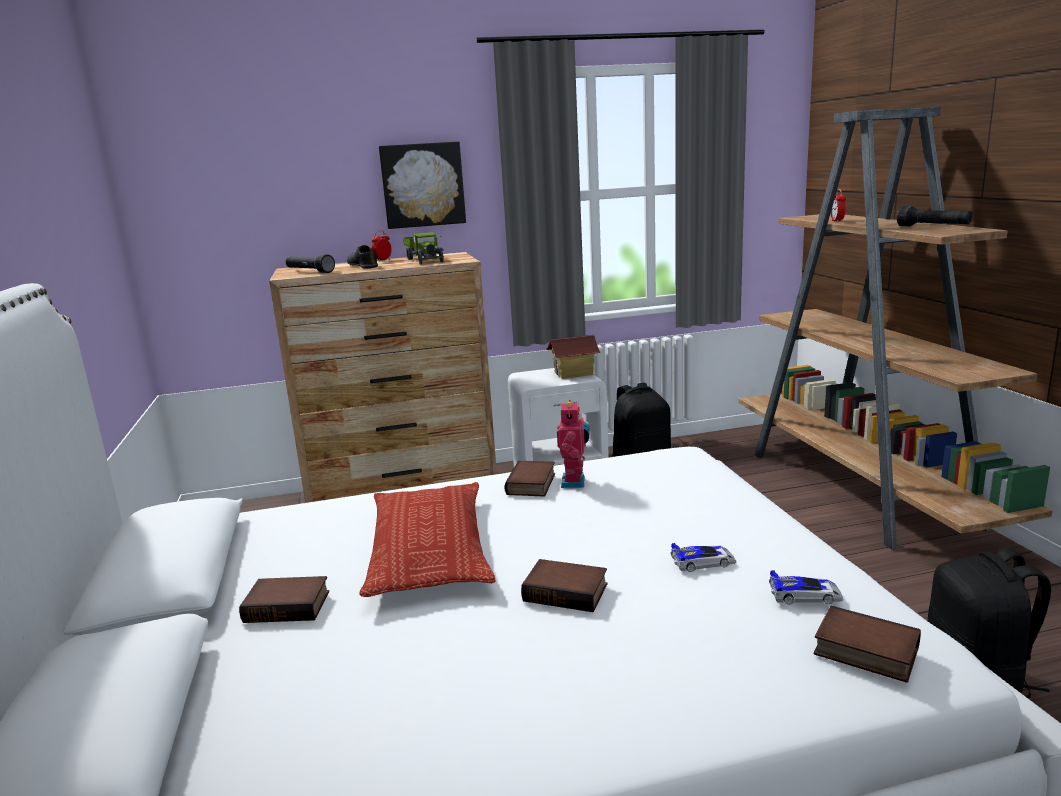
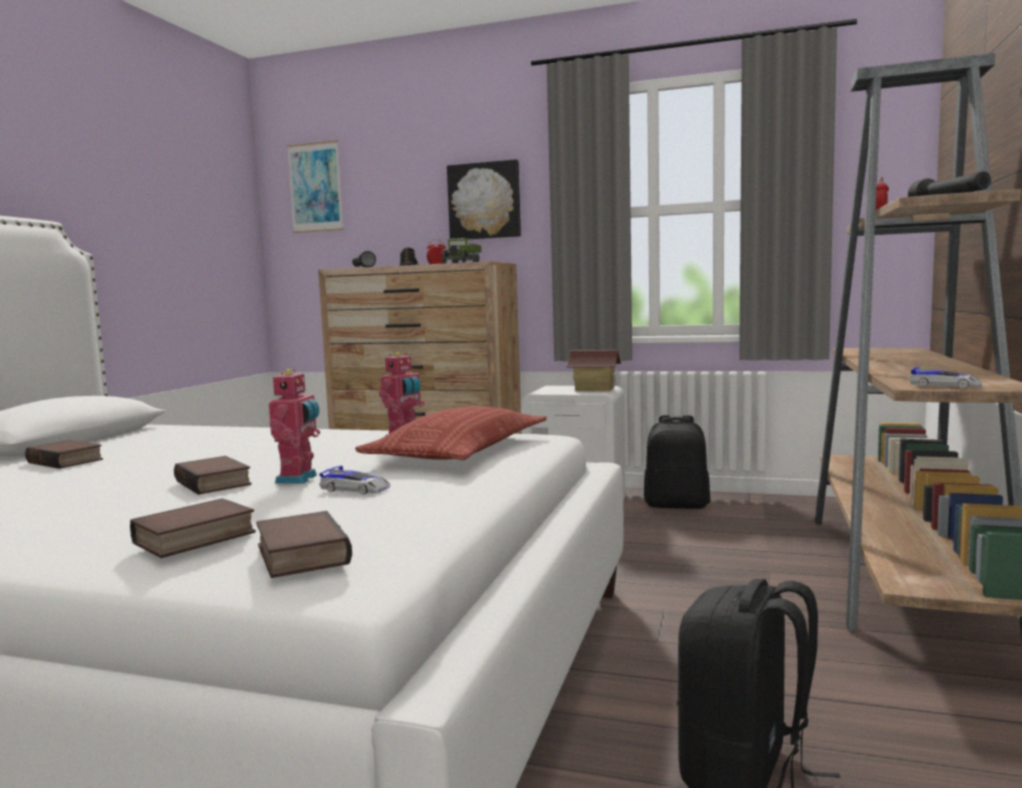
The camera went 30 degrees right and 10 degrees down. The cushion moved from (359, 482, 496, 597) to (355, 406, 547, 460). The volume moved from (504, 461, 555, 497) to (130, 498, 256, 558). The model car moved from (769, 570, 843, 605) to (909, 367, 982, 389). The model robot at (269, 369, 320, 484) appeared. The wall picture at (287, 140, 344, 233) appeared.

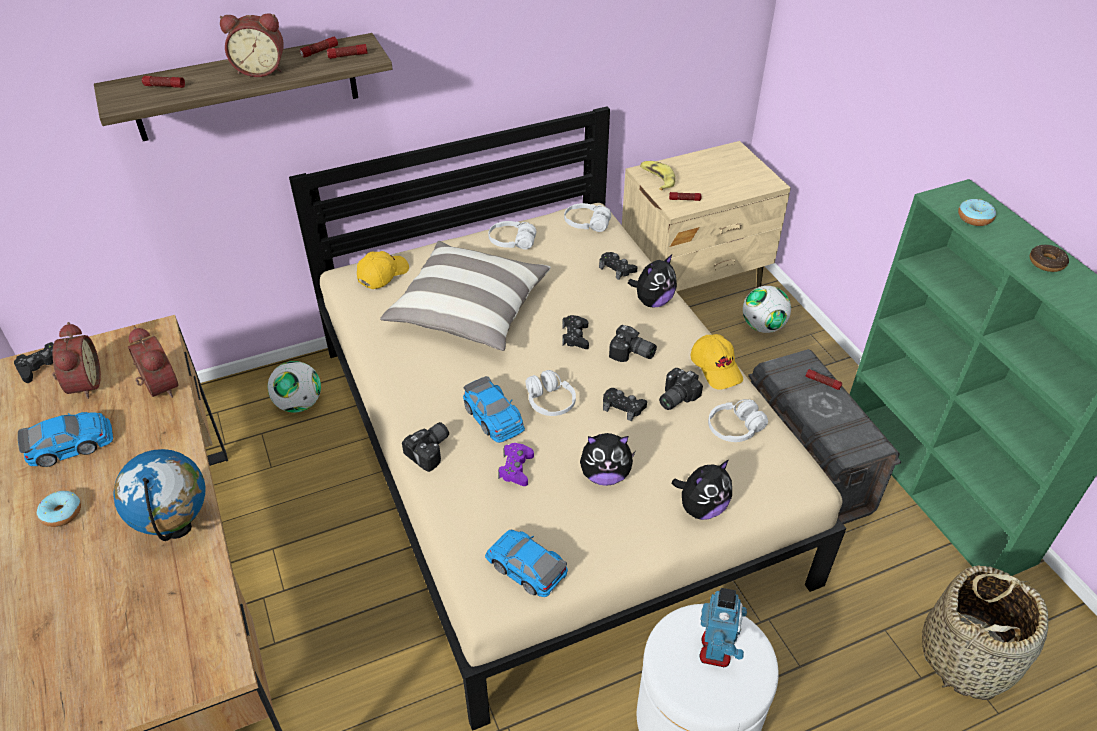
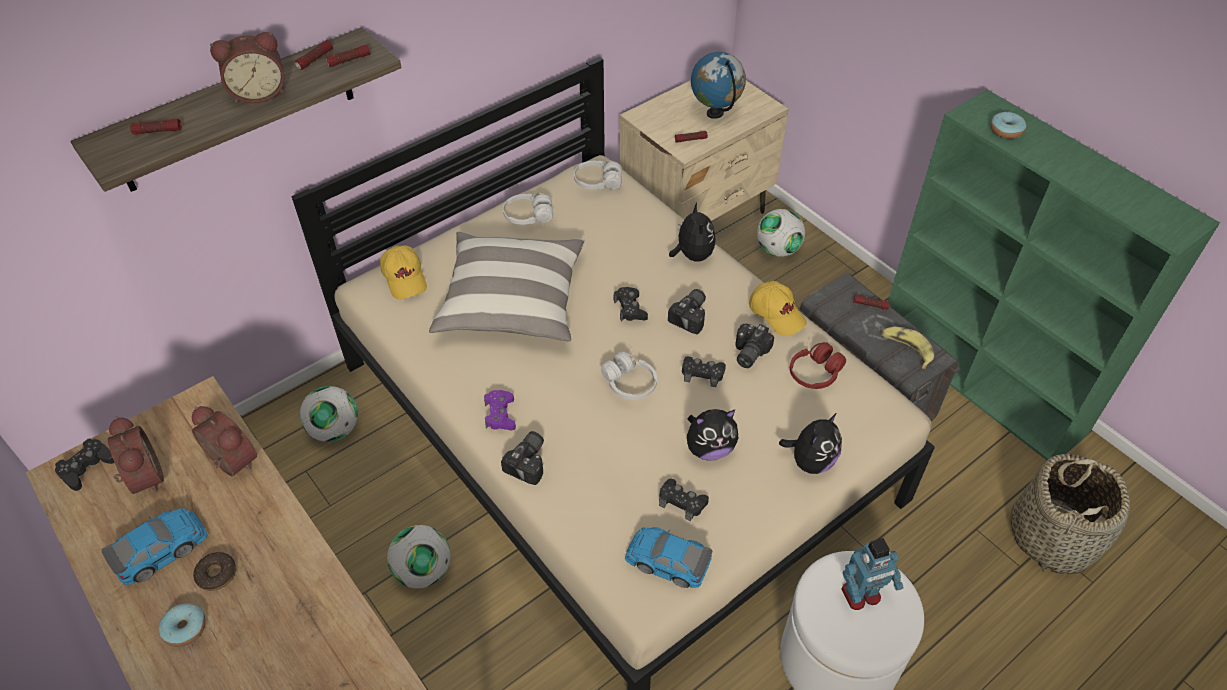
The camera went 15 degrees left and 5 degrees up. The desk globe moved from (113, 449, 205, 541) to (691, 52, 746, 119). The yellowish cap at (357, 251, 409, 289) turned 135 degrees clockwise. The model car at (463, 376, 525, 443) disappeared. The purplish game controller moved from (498, 443, 534, 486) to (484, 390, 516, 430). The black-coloured game controller moved from (599, 252, 637, 280) to (659, 479, 709, 522). The photo camera at (609, 325, 657, 362) turned 75 degrees counterclockwise. The soft toy at (628, 255, 677, 308) turned 45 degrees counterclockwise. The banana moved from (640, 161, 675, 190) to (881, 327, 934, 369). The model robot at (699, 588, 747, 667) turned 75 degrees clockwise. The white headset at (708, 399, 768, 442) became the red headset at (790, 342, 846, 389). The ring doughnut moved from (1030, 245, 1069, 272) to (193, 552, 236, 591). The ball for football at (387, 525, 451, 589) appeared.

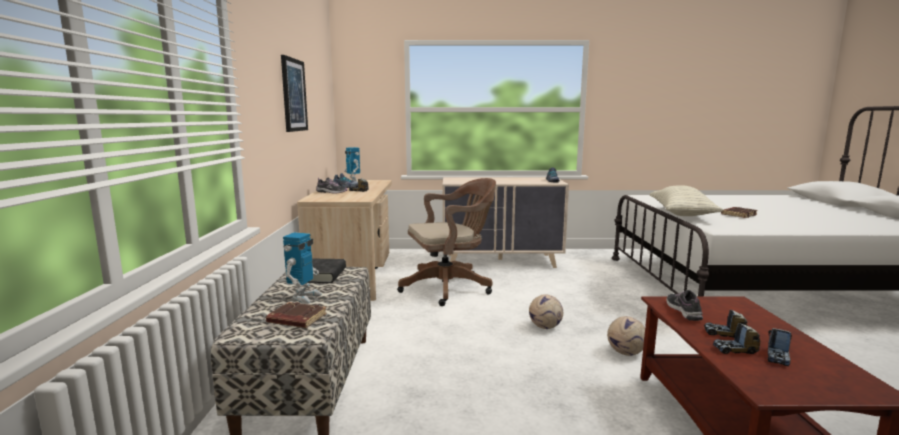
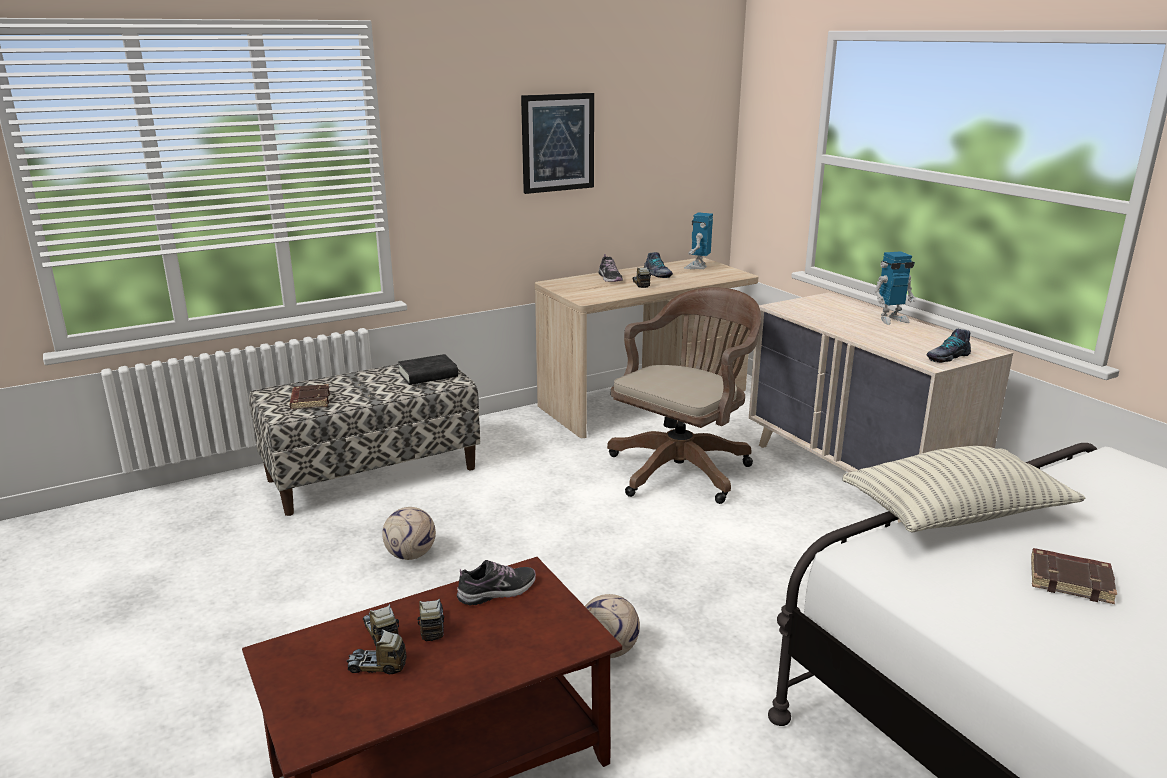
The camera went 60 degrees right and 10 degrees up. The model robot moved from (283, 232, 322, 303) to (874, 251, 916, 325). The brown-coloured desk chair at (397, 178, 496, 306) turned 90 degrees counterclockwise. The ball for football moved from (529, 294, 563, 329) to (382, 507, 436, 560).

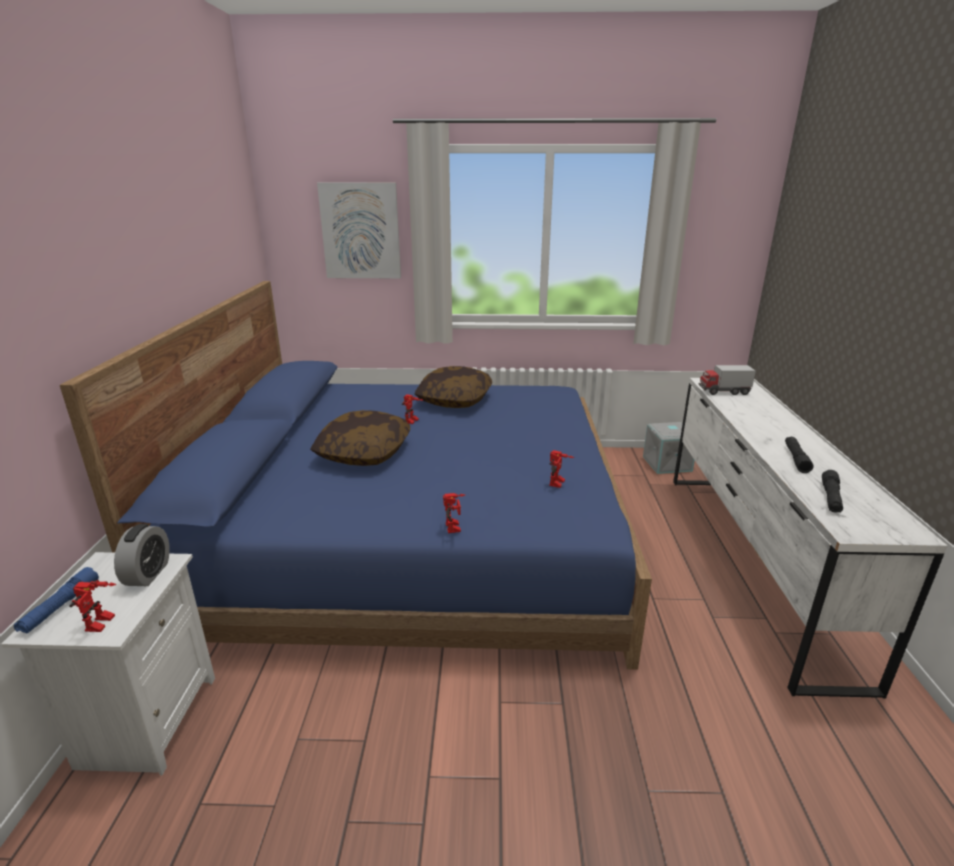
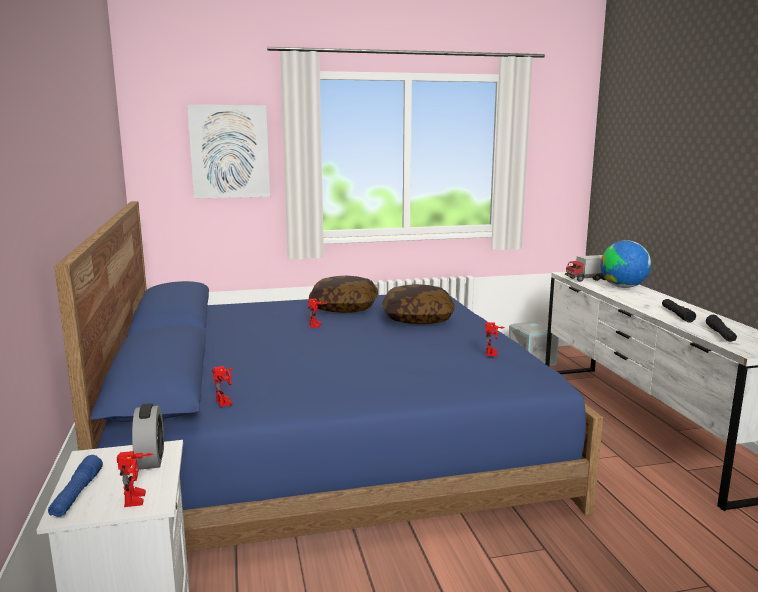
The camera went 15 degrees left and 10 degrees down. The cushion moved from (310, 410, 410, 466) to (382, 284, 455, 324). The model robot moved from (443, 493, 465, 533) to (212, 366, 234, 407). The desk globe at (600, 240, 651, 288) appeared.

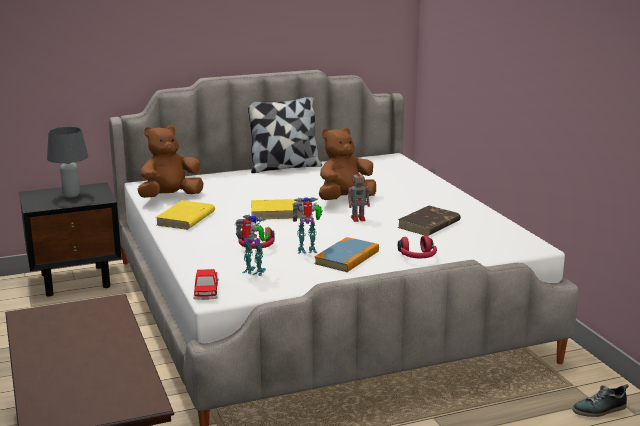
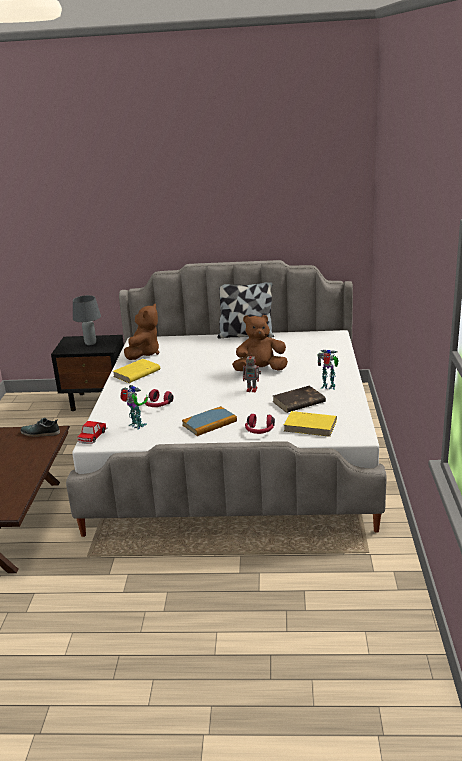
The camera went 25 degrees right and 5 degrees up. The brown-coloured soft toy at (138, 126, 204, 198) turned 120 degrees clockwise. The yellowish volume moved from (251, 199, 303, 219) to (284, 411, 337, 437). The model robot moved from (292, 197, 323, 254) to (317, 350, 339, 390). The item of footwear moved from (572, 384, 629, 417) to (21, 418, 60, 437).

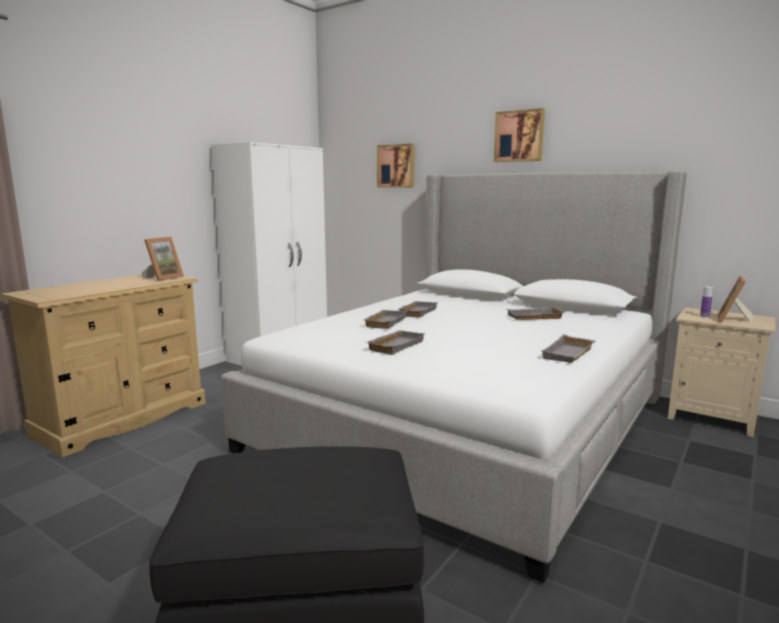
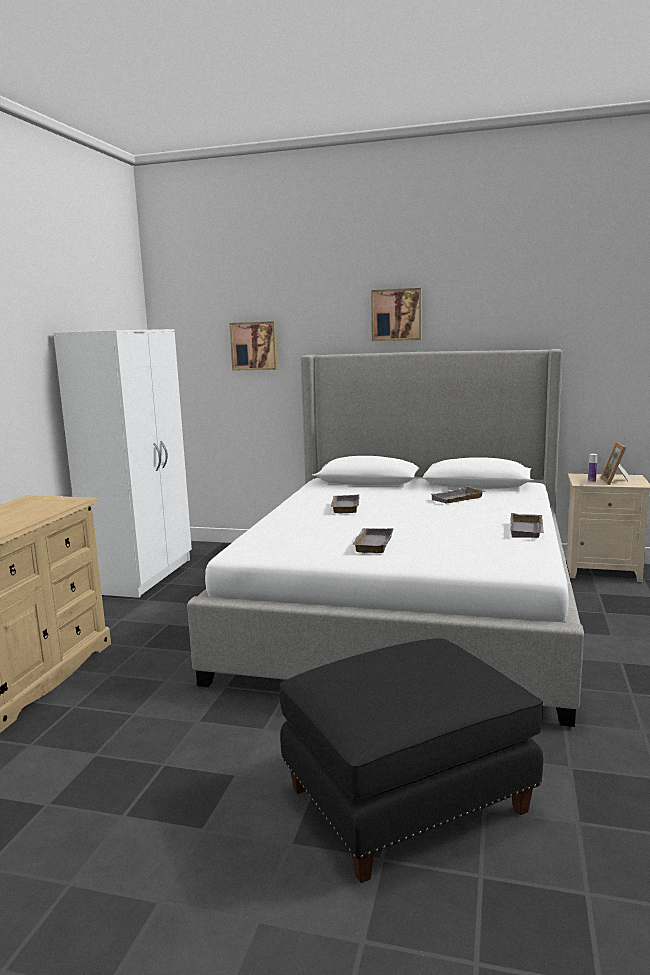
The camera went 20 degrees left and 0 degrees up. The photo frame at (142, 237, 184, 281) disappeared. The grey serving tray at (364, 310, 407, 329) disappeared.

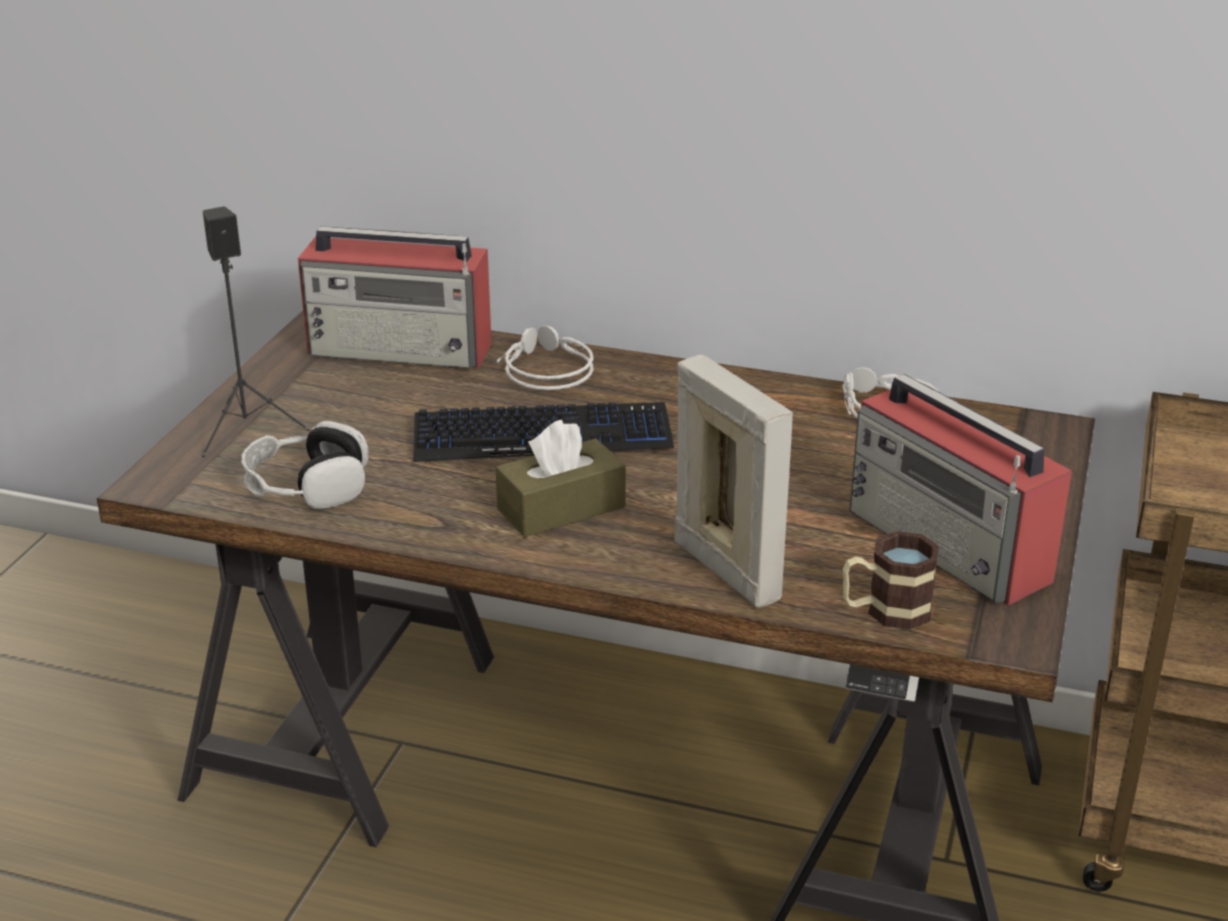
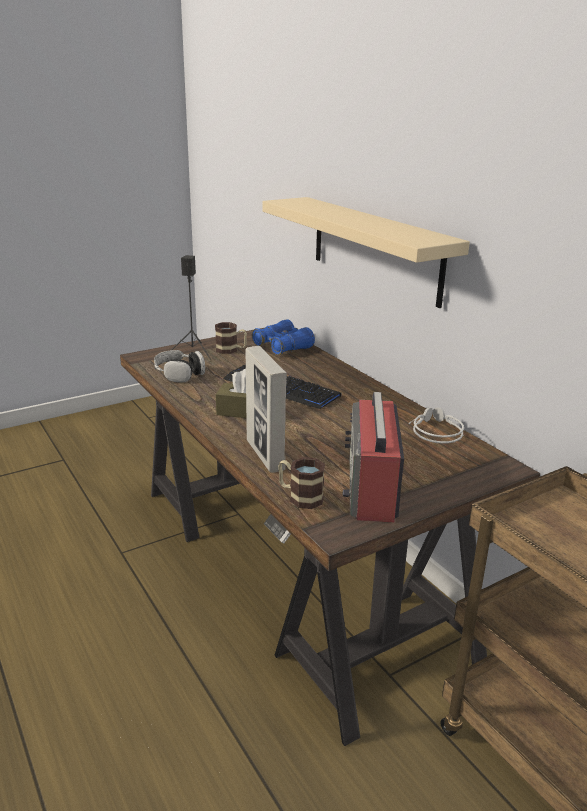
The camera went 40 degrees right and 5 degrees down. The radio at (298, 226, 492, 368) was replaced by the blue binoculars at (252, 319, 315, 355). The grey headset at (497, 325, 594, 390) disappeared. The photo frame at (674, 355, 793, 608) turned 150 degrees clockwise. The coffee mug at (215, 322, 247, 354) appeared. The sand-coloured bracket shelf at (263, 197, 470, 308) appeared.

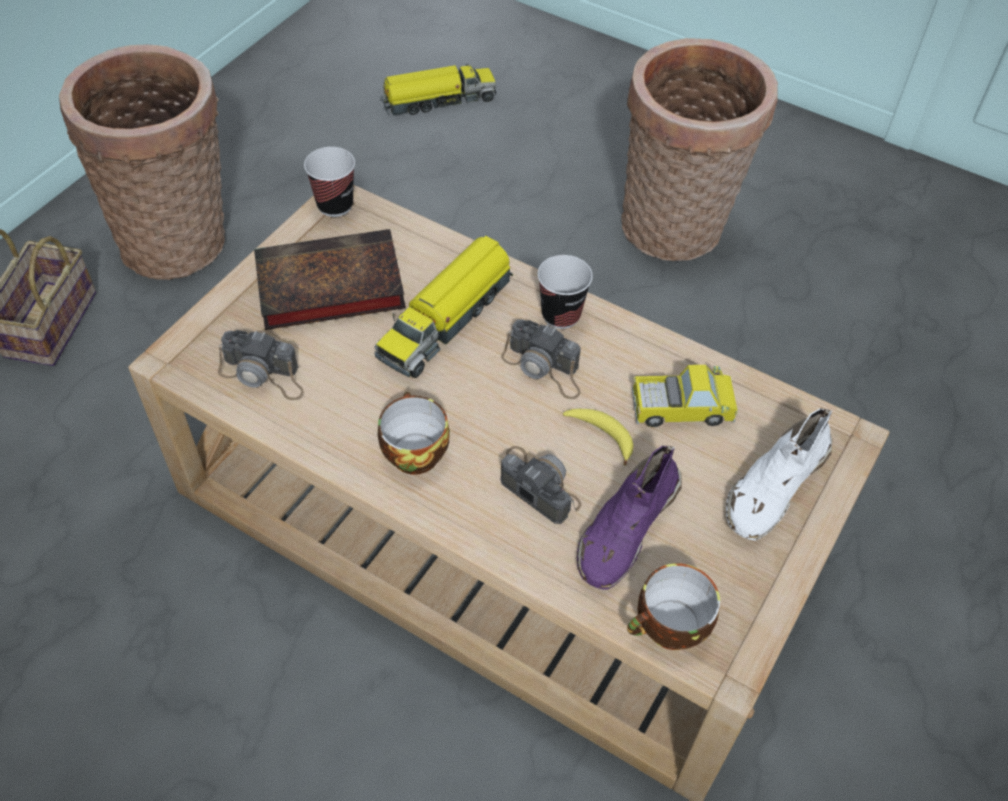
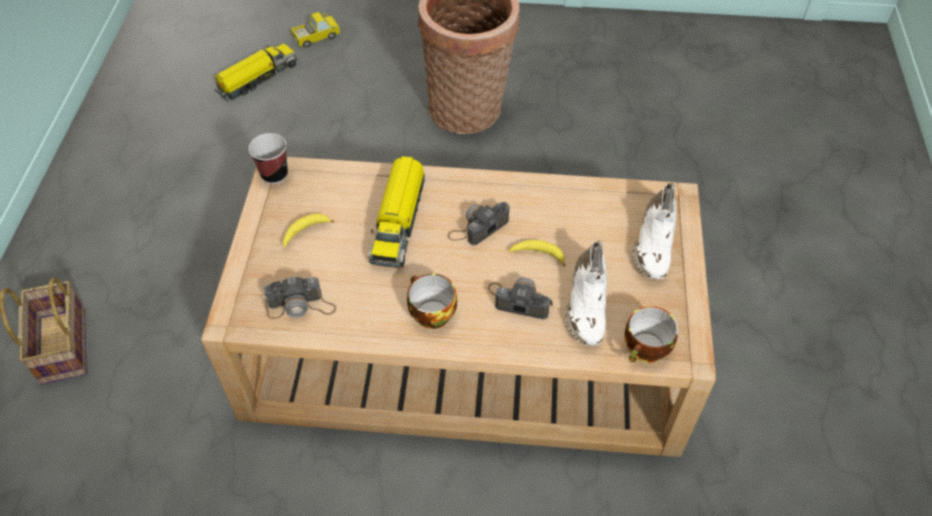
The camera went 25 degrees left and 0 degrees up. The storage basket at (59, 45, 225, 280) disappeared. The volume at (254, 229, 406, 330) was replaced by the banana at (283, 213, 335, 247). The photo camera at (501, 319, 581, 399) turned 135 degrees clockwise. The small cup at (538, 255, 593, 329) disappeared. The purplish item of footwear at (577, 445, 681, 590) became the white item of footwear at (566, 241, 607, 345). The toy truck moved from (632, 365, 738, 427) to (291, 12, 341, 48).

